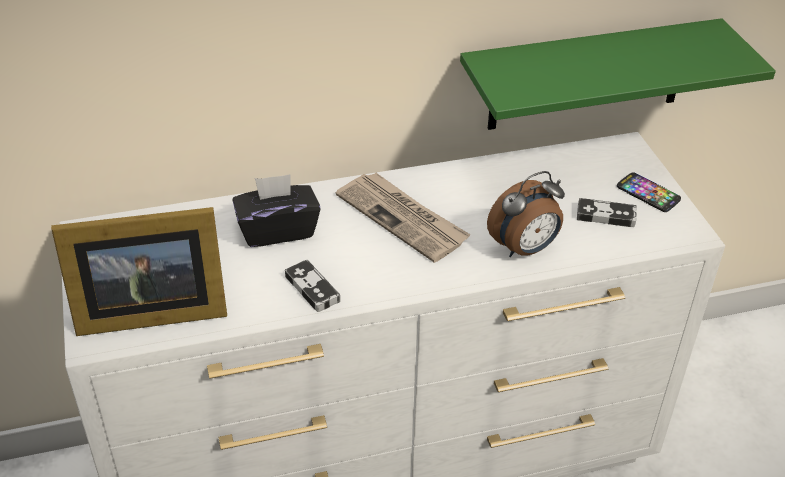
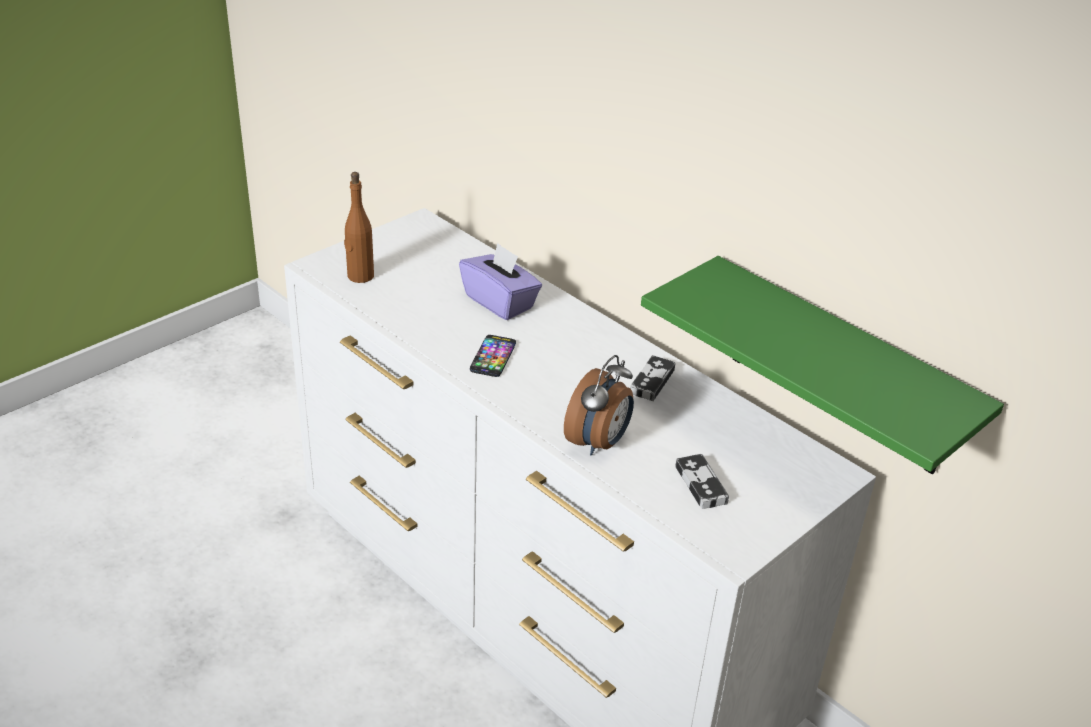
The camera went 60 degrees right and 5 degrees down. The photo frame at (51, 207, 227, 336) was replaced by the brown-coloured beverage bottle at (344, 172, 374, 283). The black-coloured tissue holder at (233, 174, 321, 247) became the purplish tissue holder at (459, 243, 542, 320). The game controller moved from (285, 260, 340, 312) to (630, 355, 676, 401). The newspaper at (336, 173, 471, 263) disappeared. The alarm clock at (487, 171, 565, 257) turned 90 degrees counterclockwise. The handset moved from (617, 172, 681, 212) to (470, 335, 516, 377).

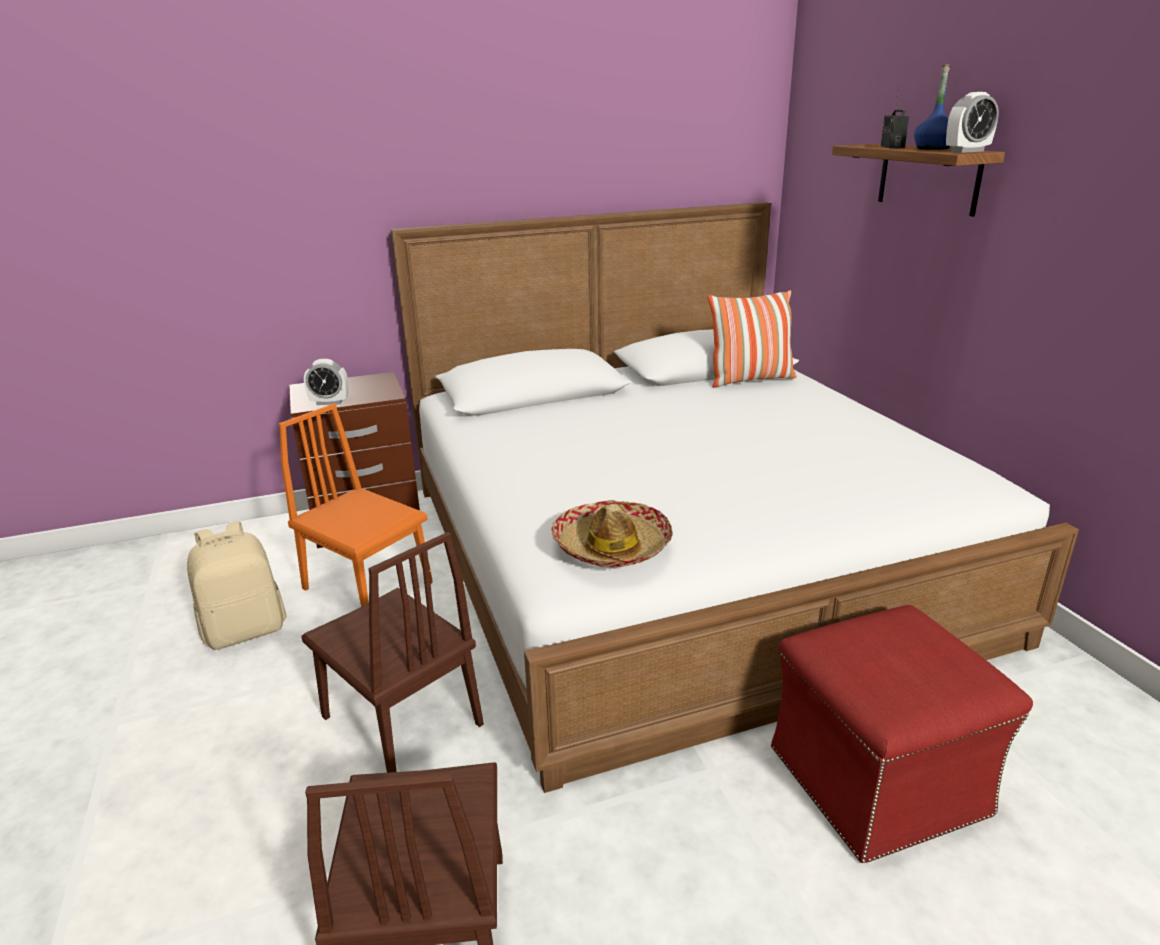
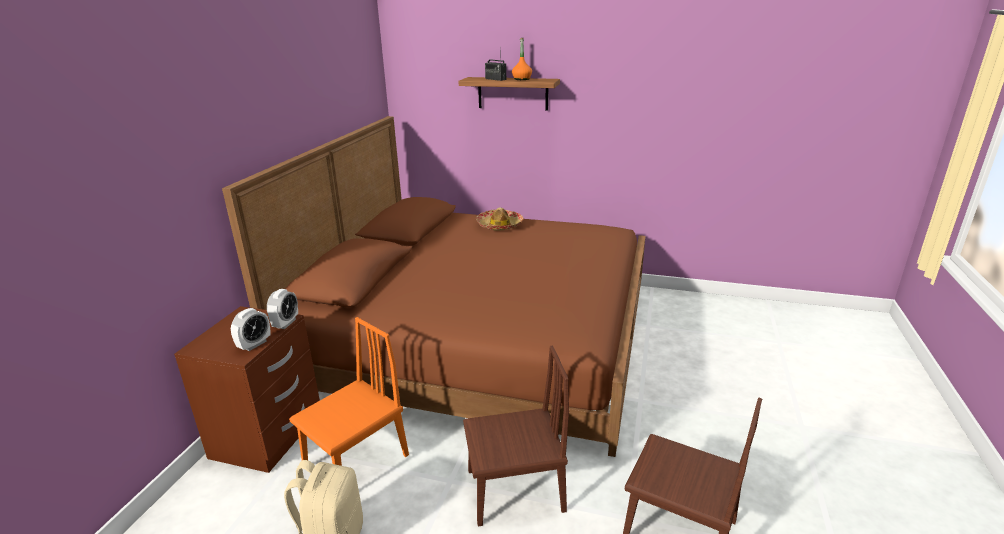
The camera went 55 degrees left and 0 degrees up. The orange-coloured plain chair at (279, 404, 433, 607) turned 150 degrees clockwise. The white bed at (391, 202, 1079, 793) became the brown-coloured bed at (222, 116, 646, 457). The clothing hat moved from (552, 500, 673, 567) to (476, 208, 524, 231). The cushion at (708, 290, 797, 388) disappeared. The red footrest at (771, 605, 1033, 863) disappeared. The blue beverage bottle at (914, 64, 950, 150) became the orange-coloured beverage bottle at (512, 37, 532, 80). The alarm clock moved from (946, 92, 999, 153) to (267, 289, 298, 329).

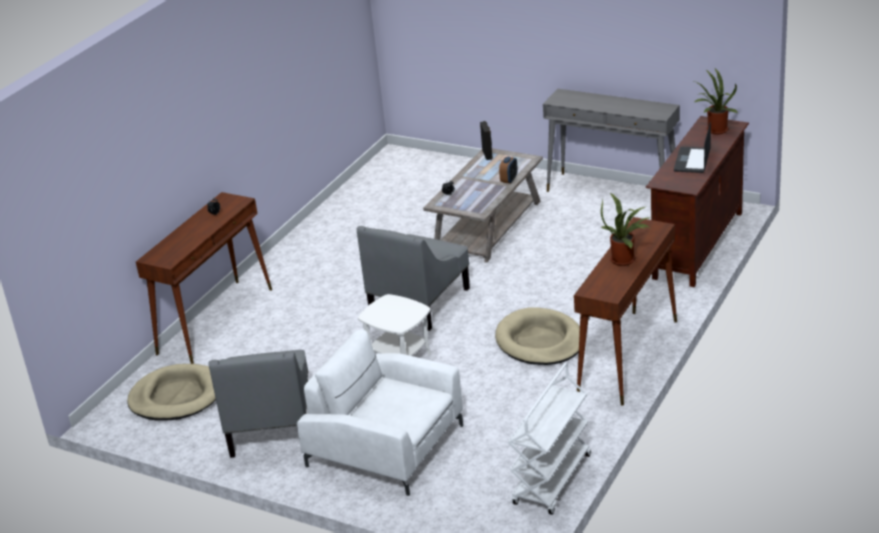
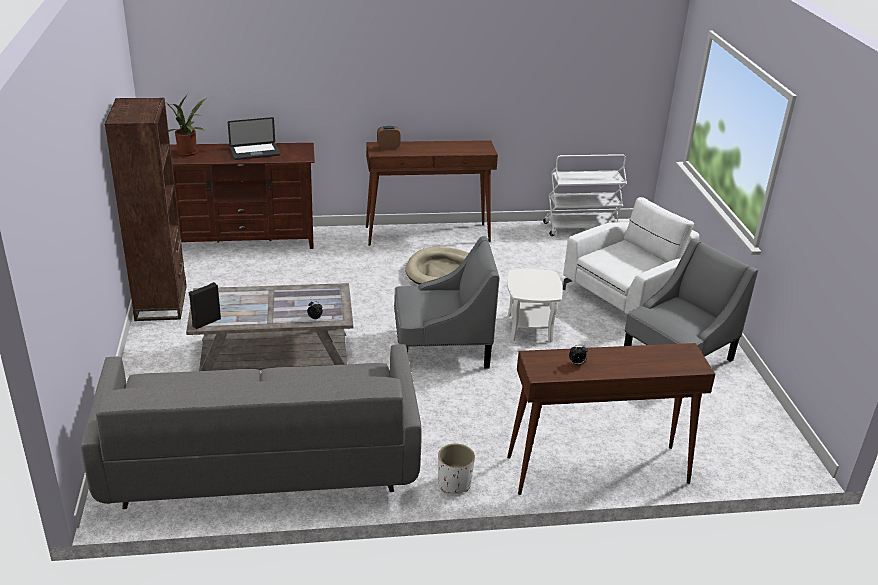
The camera went 130 degrees left and 0 degrees up. The sand-coloured pet bed at (127, 364, 216, 421) disappeared. The white easy chair at (297, 330, 463, 496) turned 120 degrees counterclockwise. The alarm clock moved from (499, 156, 518, 184) to (377, 126, 401, 150). The grey narrow table at (543, 89, 680, 192) was replaced by the brown-coloured bookshelf at (105, 98, 187, 321). The potted plant at (601, 193, 650, 266) disappeared. The grey sofa at (81, 344, 422, 509) appeared. The white flower pot at (438, 444, 475, 494) appeared.

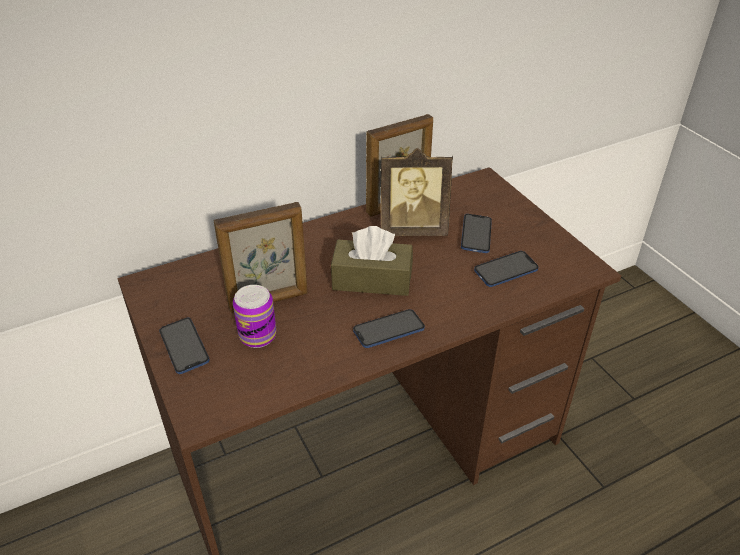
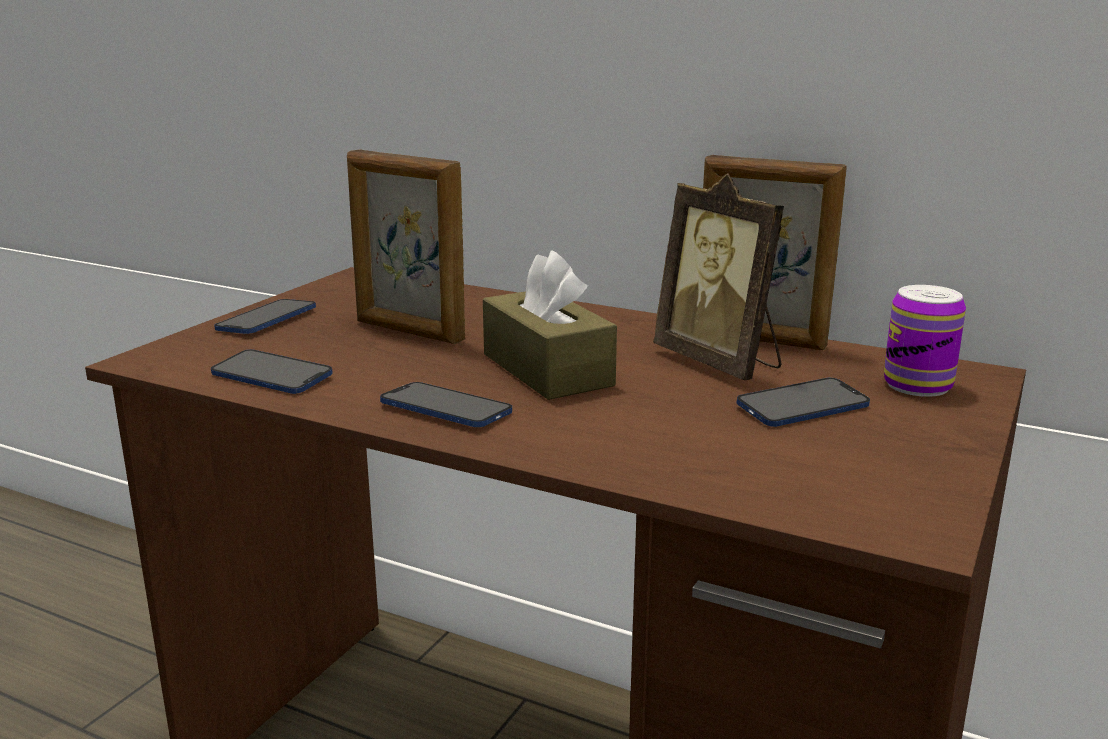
The camera went 55 degrees right and 20 degrees down. The can moved from (233, 285, 276, 348) to (884, 285, 966, 397). The handset moved from (474, 251, 539, 287) to (211, 349, 333, 394).

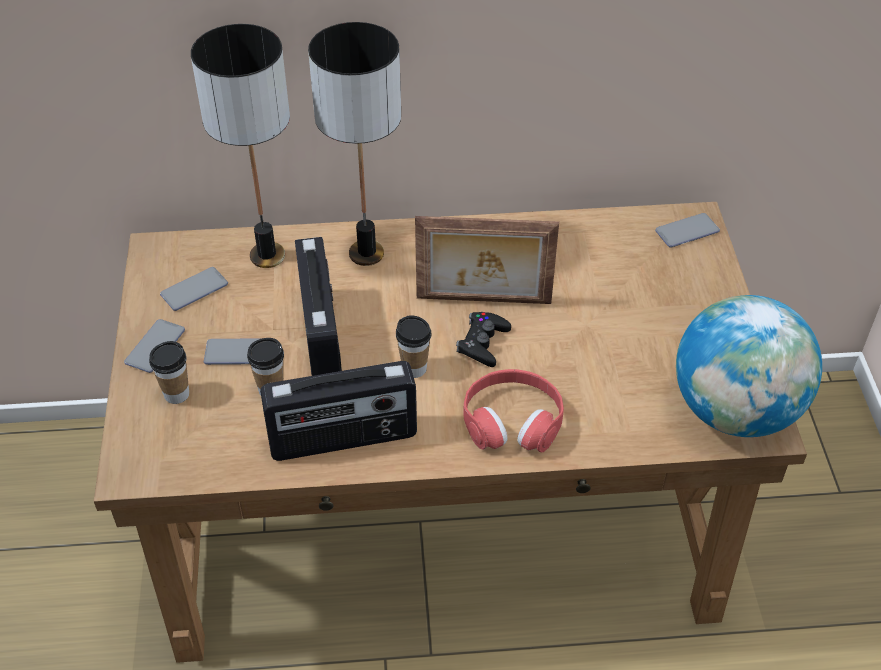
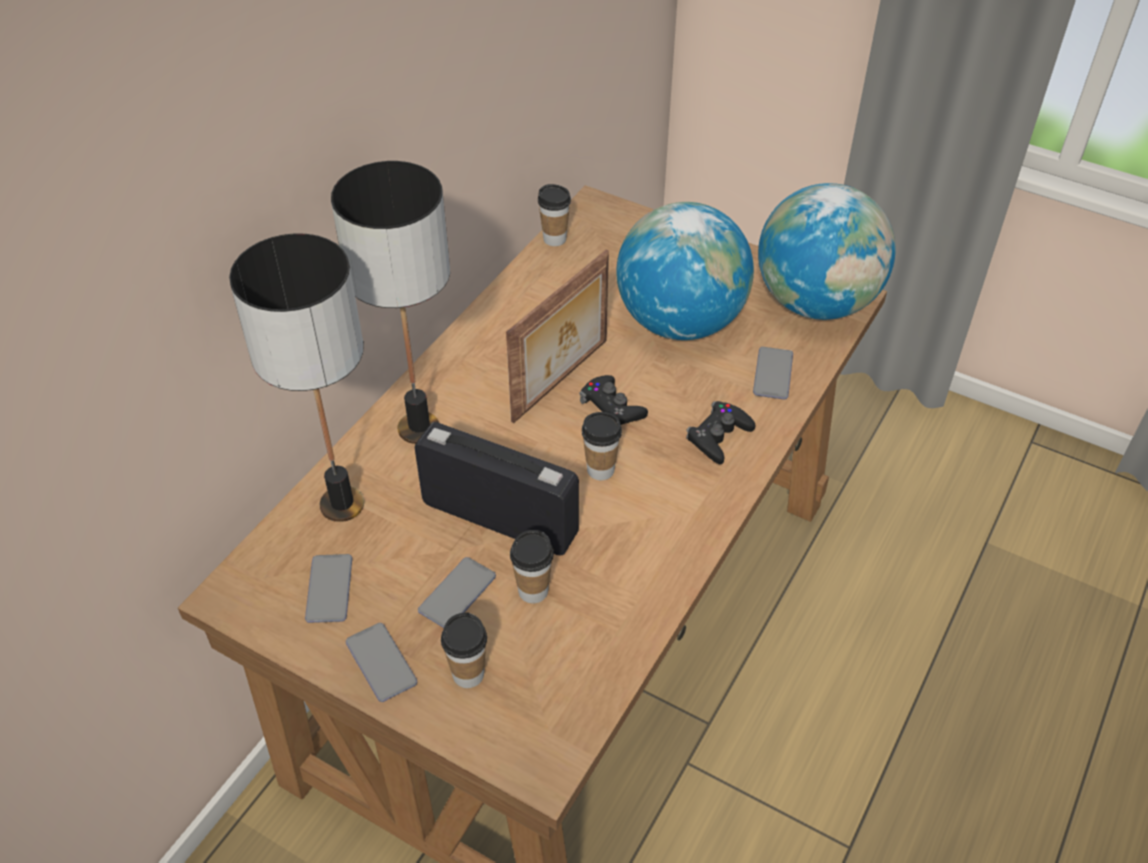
The camera went 55 degrees left and 0 degrees up. The radio at (260, 361, 417, 461) disappeared. The red headset at (463, 369, 564, 452) was replaced by the black-coloured game controller at (686, 401, 755, 464). The handset moved from (655, 213, 720, 248) to (753, 347, 793, 400). The small cup at (538, 184, 571, 246) appeared. The desk globe at (616, 202, 754, 340) appeared.

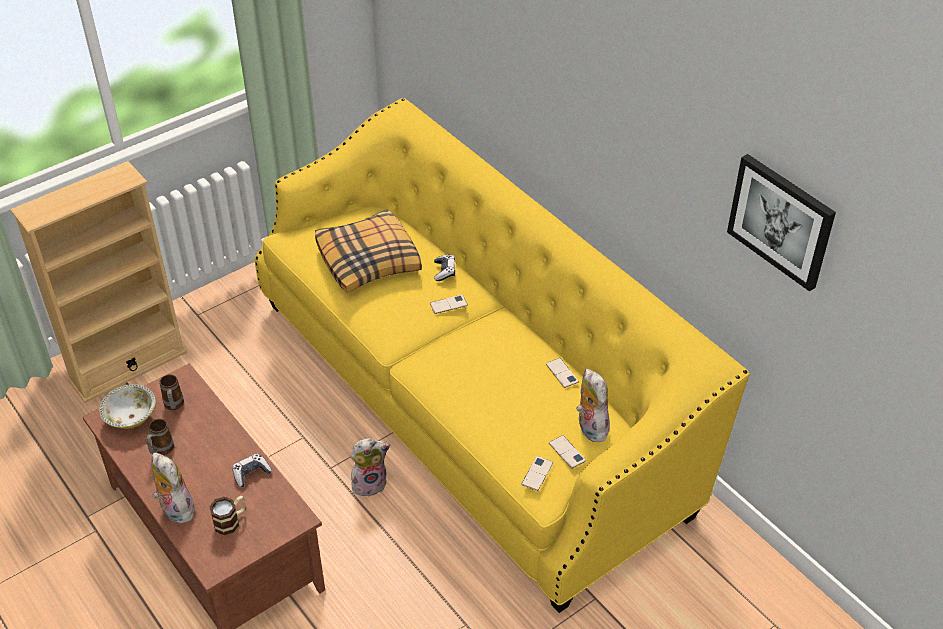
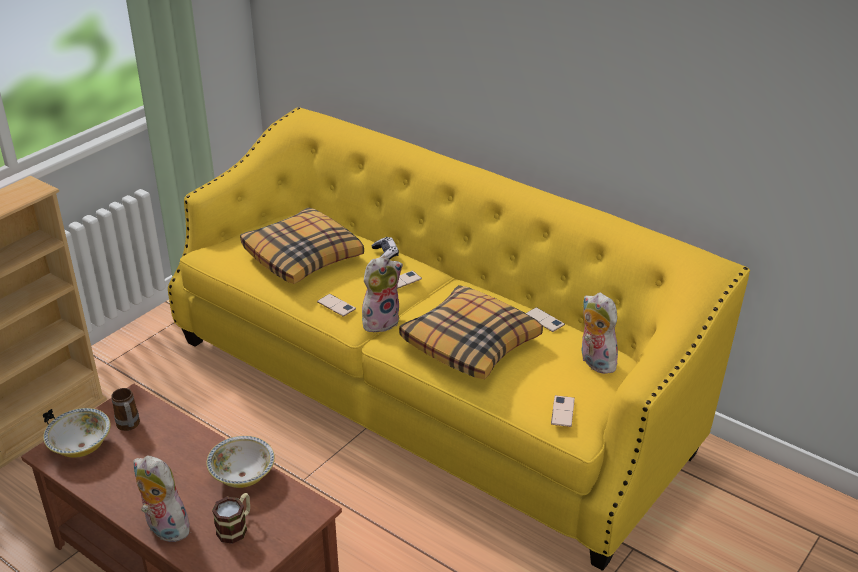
The camera went 15 degrees left and 10 degrees down. The coffee mug at (146, 419, 174, 455) disappeared. The game controller at (233, 454, 272, 487) was replaced by the serving bowl at (207, 436, 275, 488). The soft toy moved from (351, 438, 390, 496) to (362, 255, 403, 332). The handset moved from (549, 435, 586, 469) to (317, 294, 356, 317). The wall picture at (727, 154, 836, 292) disappeared. The cushion at (399, 285, 543, 379) appeared.

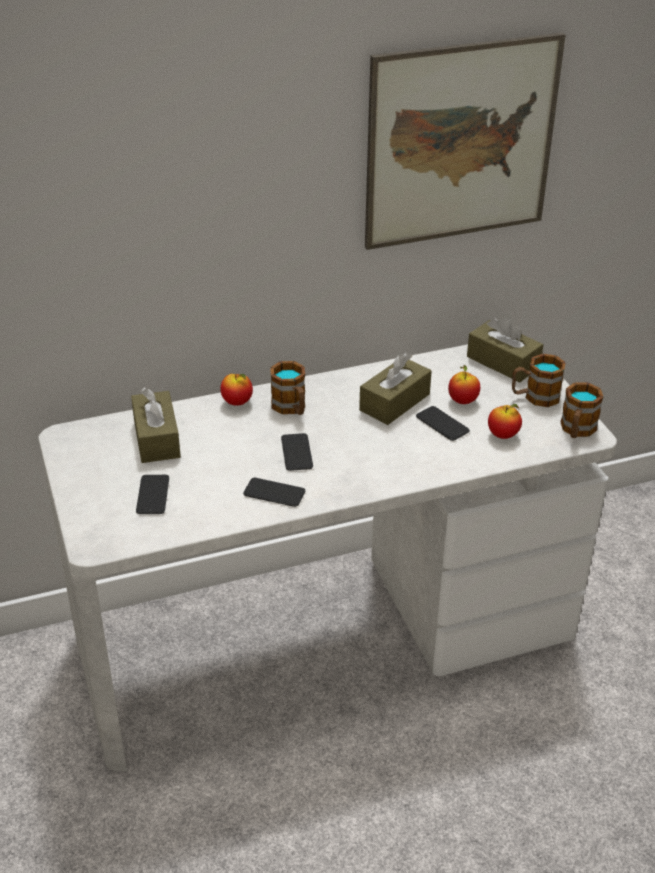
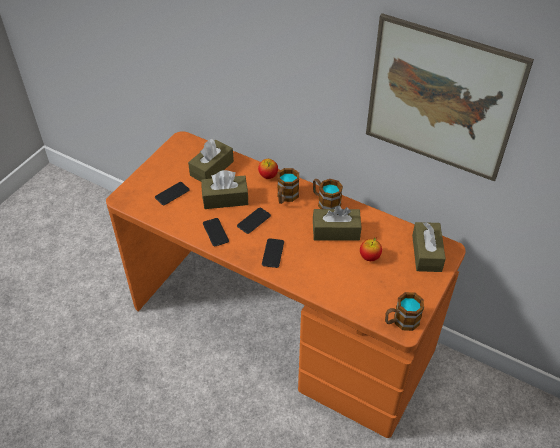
The camera went 50 degrees right and 10 degrees up. The white desk at (38, 344, 617, 771) became the orange-coloured desk at (106, 132, 465, 438). The handset moved from (416, 406, 470, 441) to (262, 238, 284, 268). The whole apple at (488, 404, 522, 439) disappeared. The coffee mug moved from (512, 354, 566, 407) to (313, 179, 343, 209). The brown-coloured tissue holder at (201, 170, 248, 209) appeared.

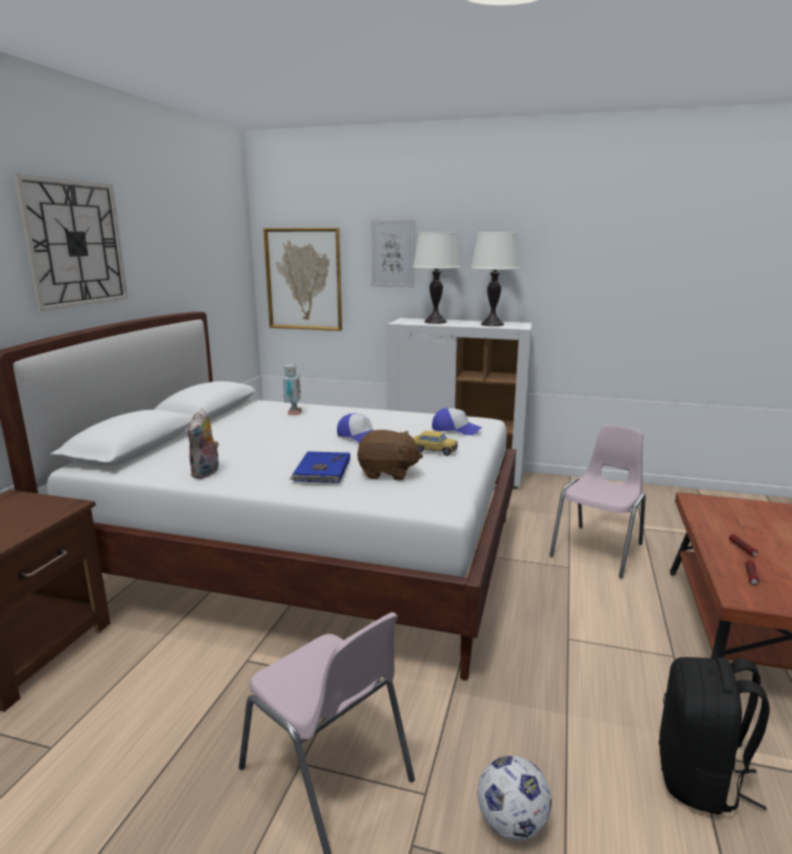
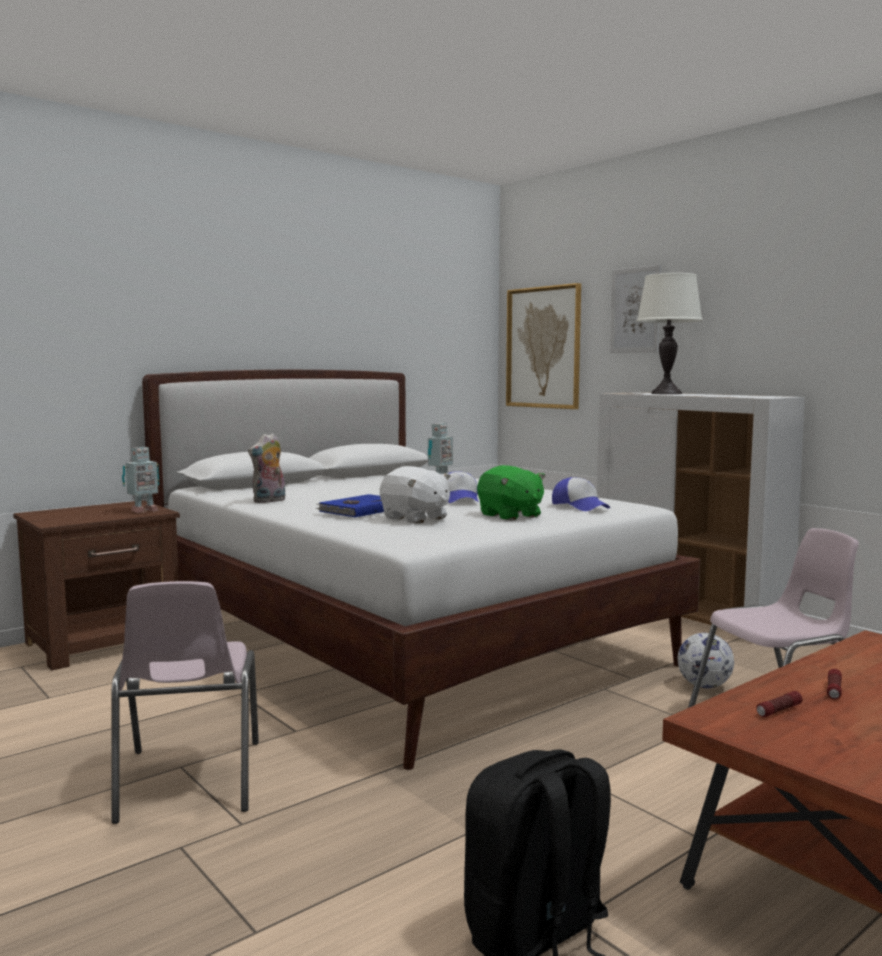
The camera went 35 degrees right and 10 degrees down. The hanging clock at (13, 174, 128, 311) disappeared. The brown-coloured soft toy at (357, 430, 423, 480) became the white soft toy at (380, 466, 451, 524). The model car at (413, 431, 458, 456) was replaced by the green-coloured soft toy at (477, 465, 545, 521). The white tabletop lamp at (470, 232, 521, 326) disappeared. The ball for football moved from (478, 756, 552, 841) to (678, 633, 734, 688). The model robot at (122, 447, 160, 513) appeared.

